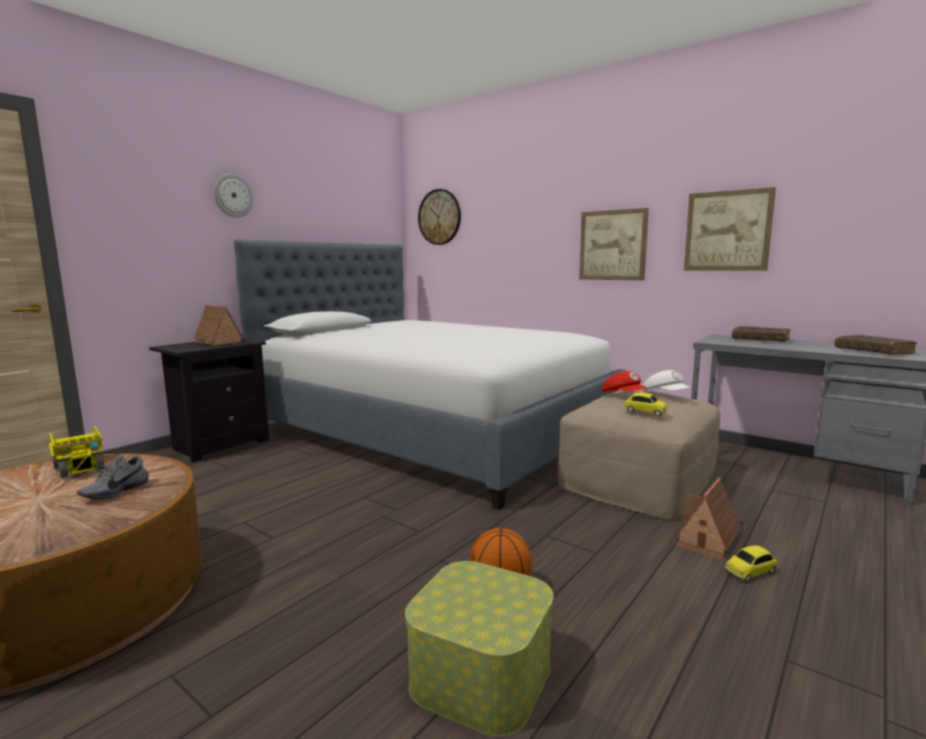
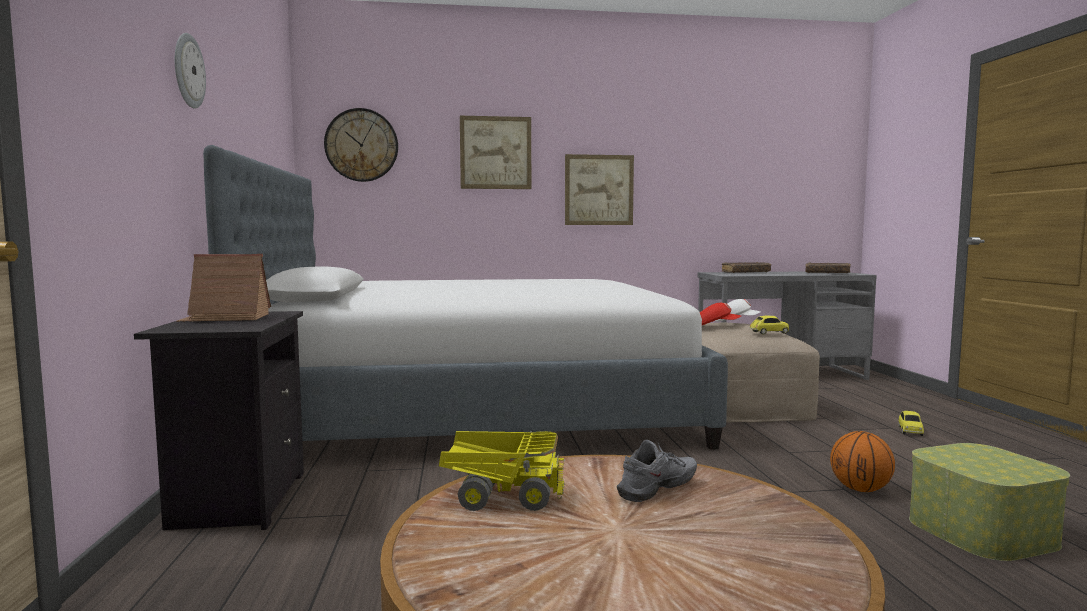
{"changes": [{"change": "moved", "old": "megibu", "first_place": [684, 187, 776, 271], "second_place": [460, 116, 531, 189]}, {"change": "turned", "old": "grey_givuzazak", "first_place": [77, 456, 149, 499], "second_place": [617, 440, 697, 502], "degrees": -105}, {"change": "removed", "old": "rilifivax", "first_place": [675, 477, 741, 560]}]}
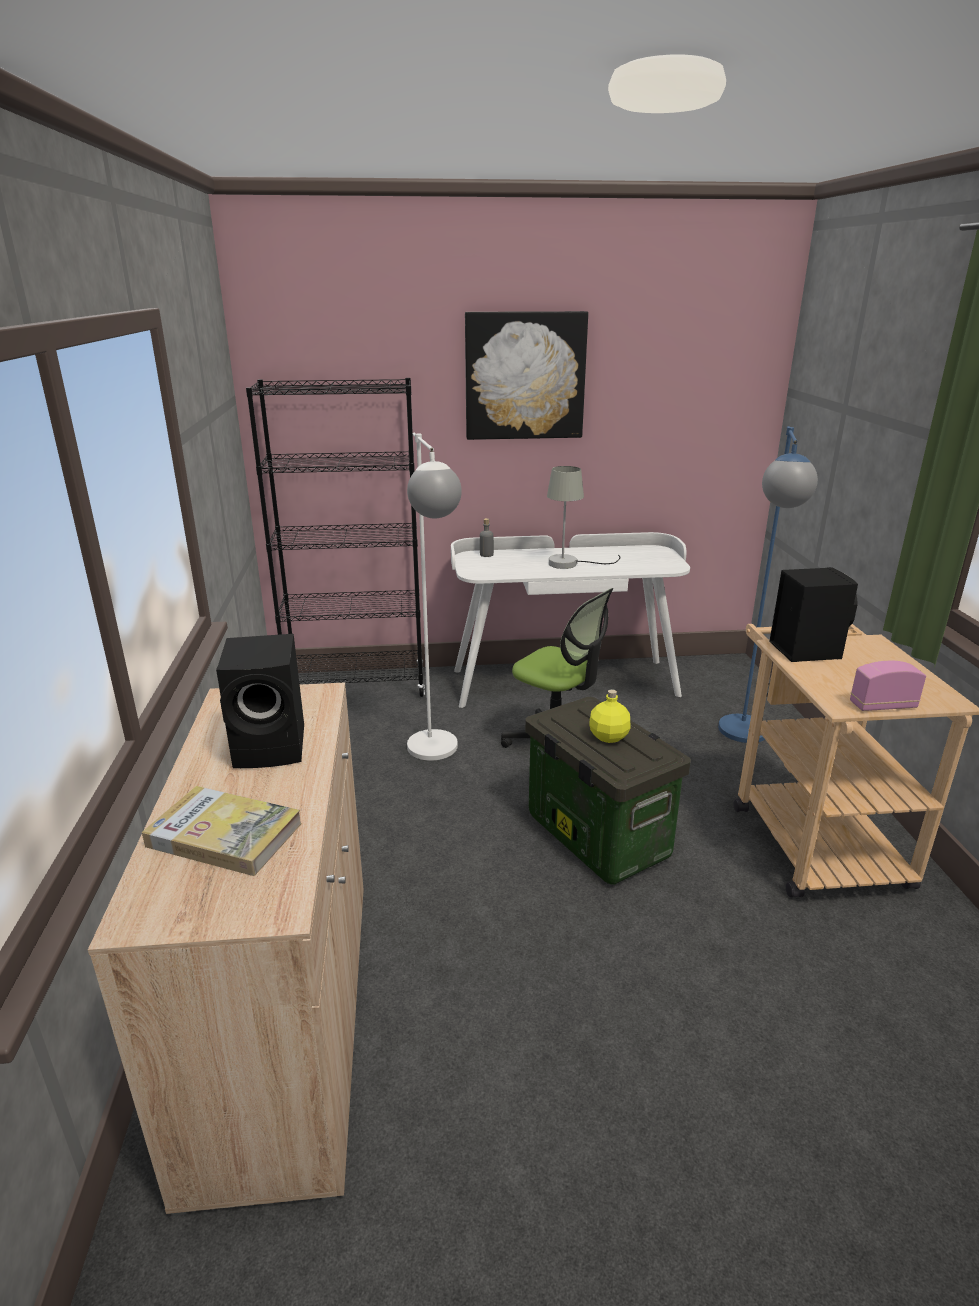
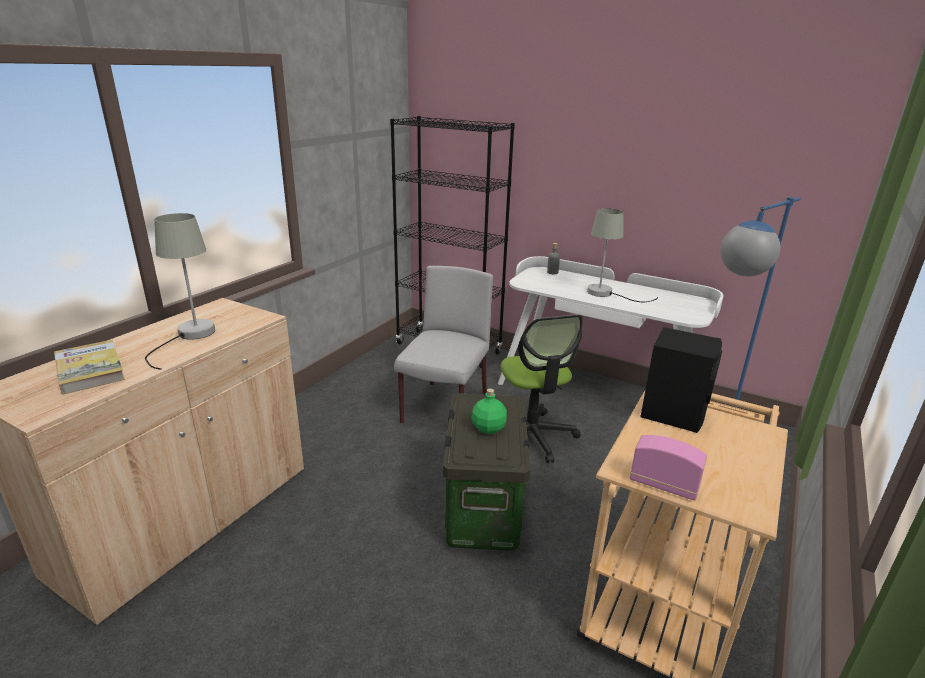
{"changes": [{"change": "removed", "old": "megibu", "first_place": [465, 311, 588, 440]}, {"change": "replaced", "old": "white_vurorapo", "new": "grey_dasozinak", "first_place": [407, 433, 462, 761], "second_place": [394, 266, 493, 424]}, {"change": "replaced", "old": "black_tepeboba", "new": "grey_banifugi", "first_place": [216, 634, 304, 768], "second_place": [145, 213, 215, 370]}, {"change": "recoloured", "old": "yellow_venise", "new": "green_venise", "first_place": [589, 689, 631, 743], "second_place": [471, 388, 507, 434]}]}
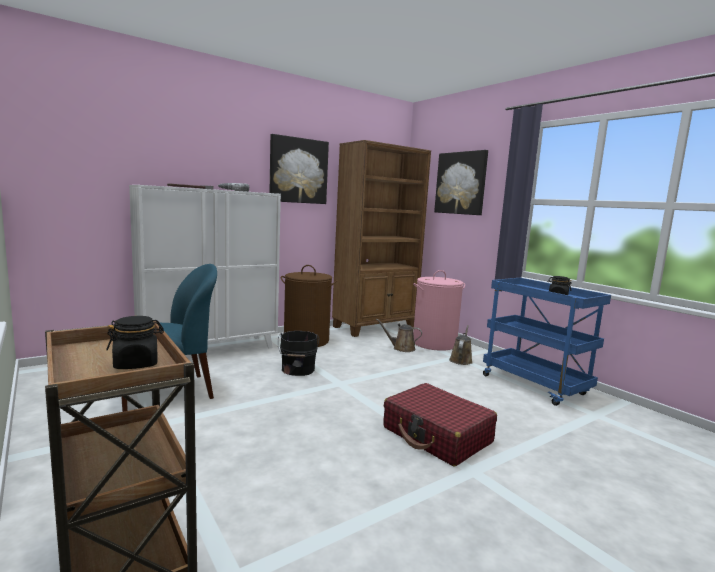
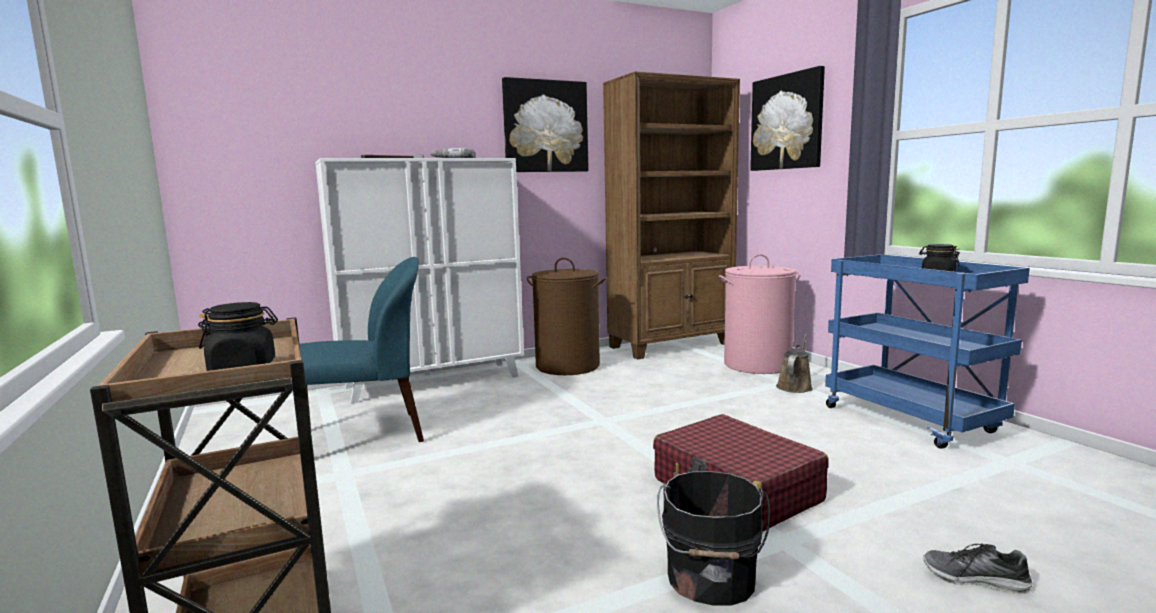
{"changes": [{"change": "removed", "old": "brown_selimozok", "first_place": [376, 319, 422, 352]}, {"change": "moved", "old": "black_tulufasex", "first_place": [278, 331, 319, 376], "second_place": [657, 471, 771, 606]}, {"change": "added", "new": "givuzazak", "second_place": [923, 544, 1033, 594]}]}
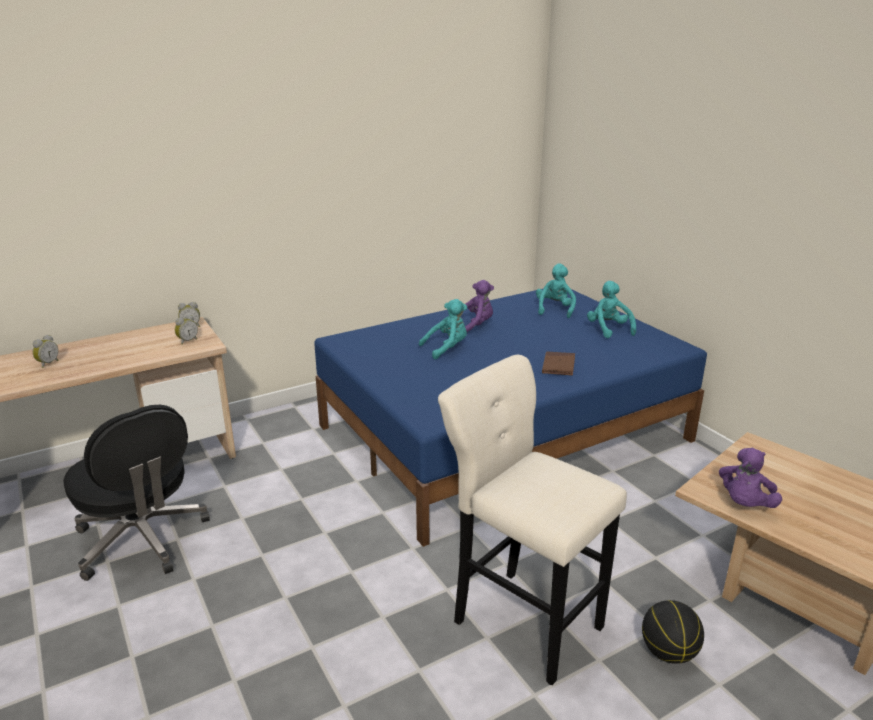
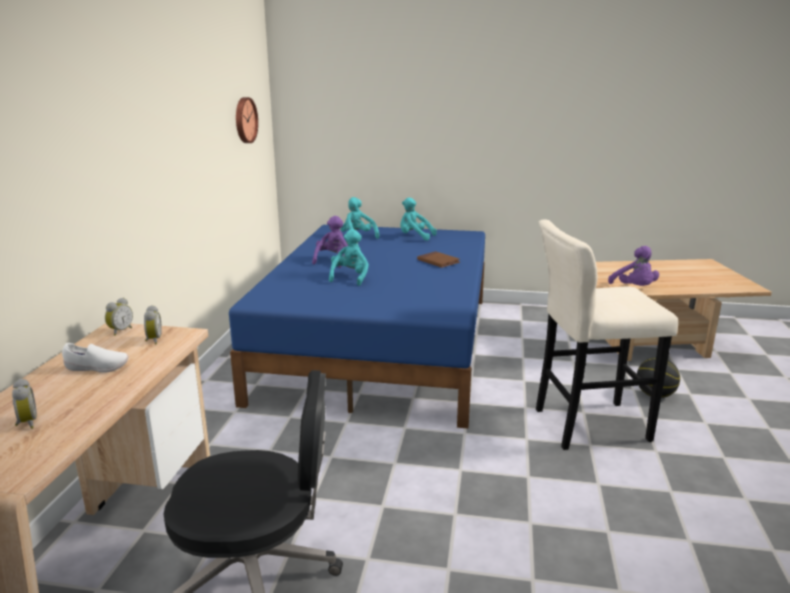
{"changes": [{"change": "added", "new": "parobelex", "second_place": [236, 97, 258, 143]}, {"change": "added", "new": "white_givuzazak", "second_place": [62, 343, 128, 373]}]}
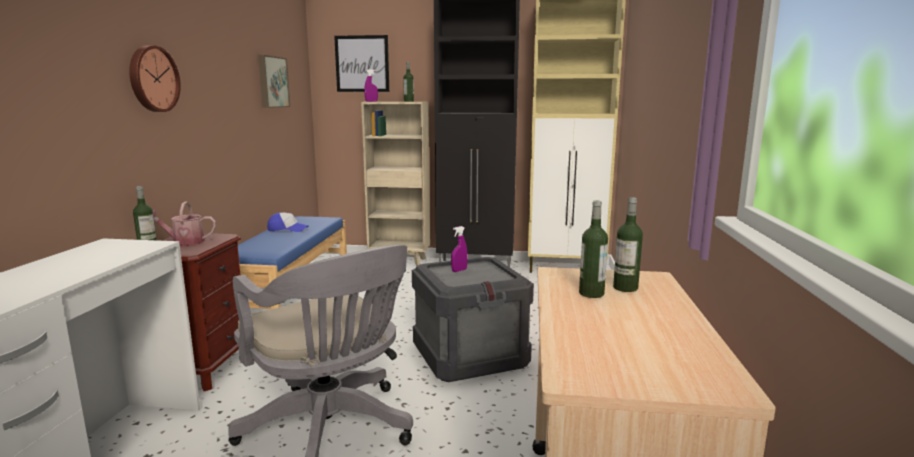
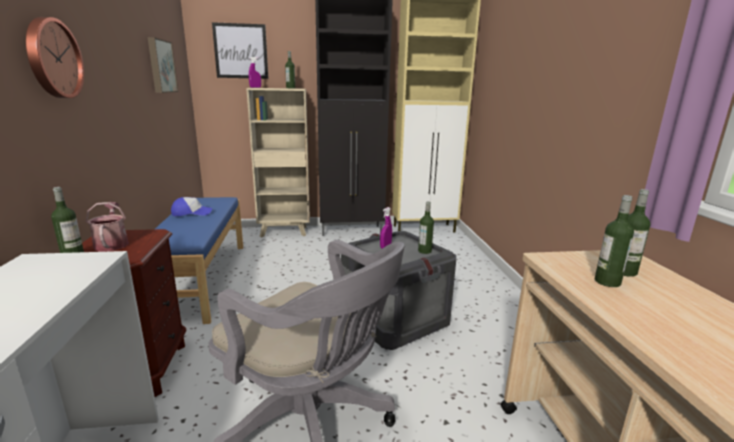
{"changes": [{"change": "turned", "old": "selimozok", "first_place": [153, 201, 216, 246], "second_place": [85, 202, 129, 252], "degrees": 90}, {"change": "added", "new": "venise", "second_place": [418, 201, 434, 254]}]}
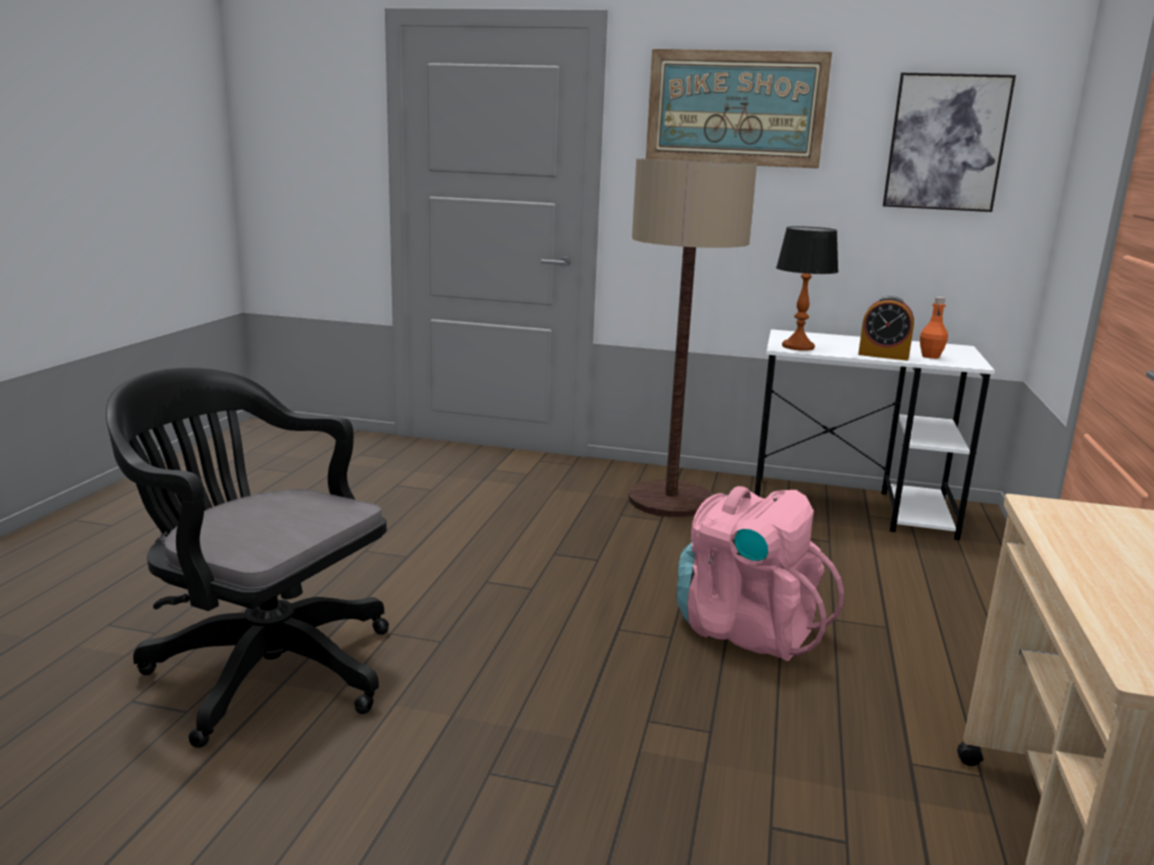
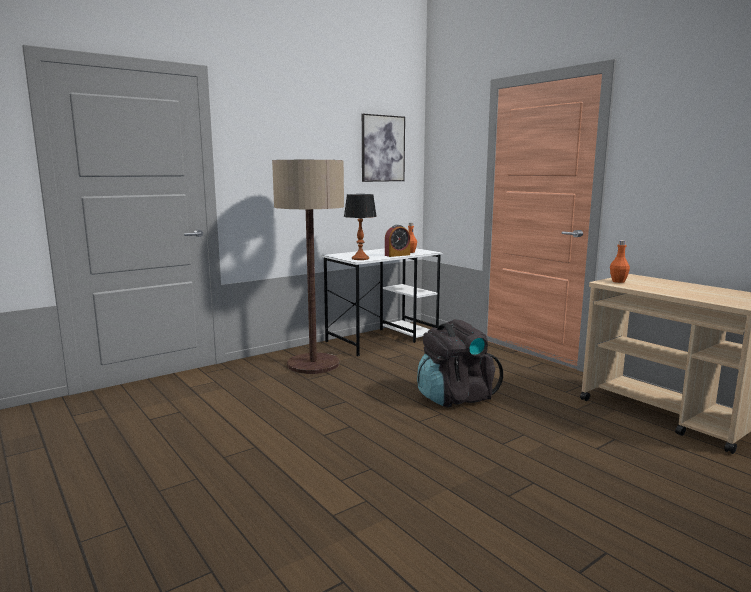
{"changes": [{"change": "removed", "old": "megibu", "first_place": [646, 49, 832, 169]}, {"change": "removed", "old": "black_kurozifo", "first_place": [106, 367, 389, 748]}, {"change": "recoloured", "old": "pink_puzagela", "new": "black_puzagela", "first_place": [677, 486, 844, 661], "second_place": [417, 319, 503, 407]}, {"change": "added", "new": "orange_venise", "second_place": [610, 240, 630, 283]}]}
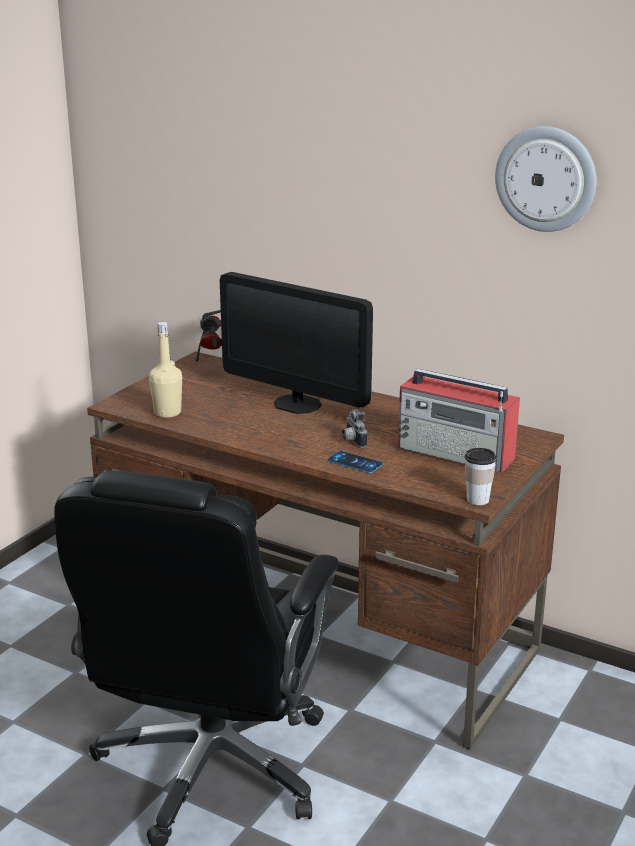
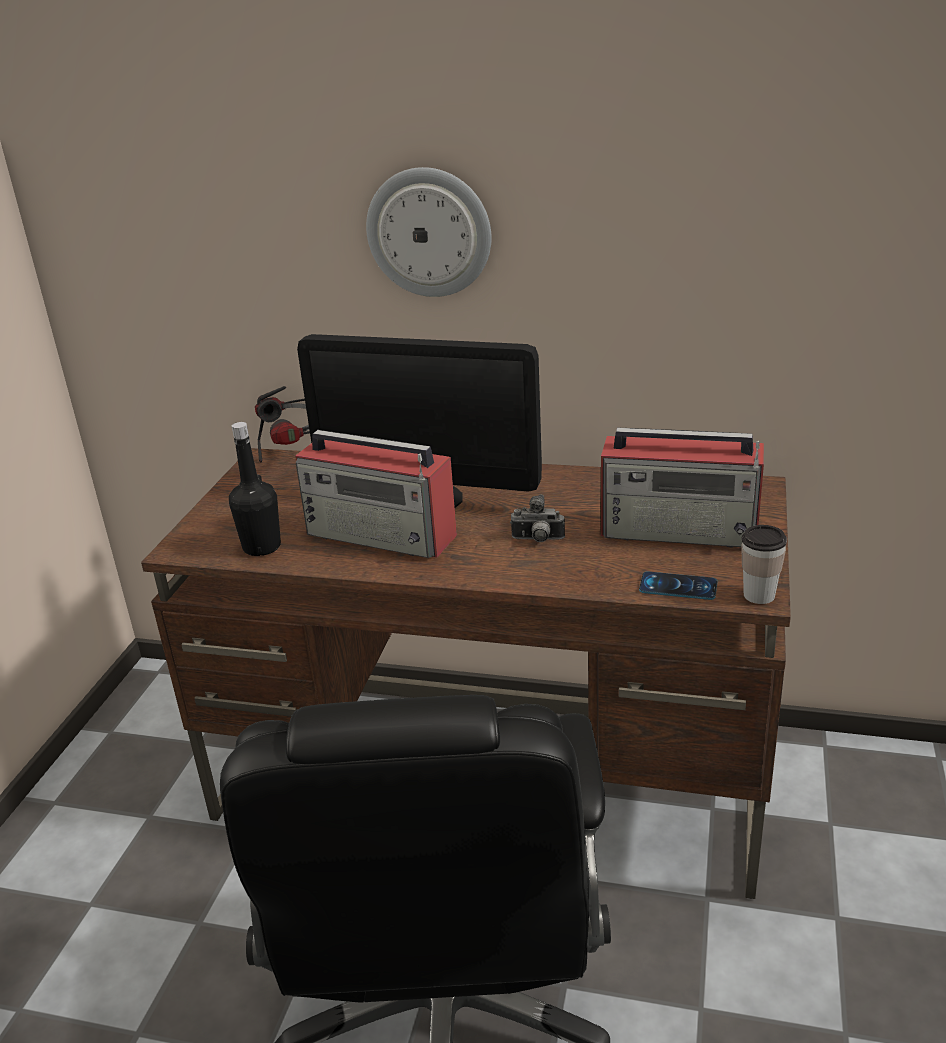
{"changes": [{"change": "moved", "old": "parobelex", "first_place": [495, 126, 596, 232], "second_place": [366, 167, 492, 297]}, {"change": "recoloured", "old": "beige_venise", "new": "black_venise", "first_place": [149, 322, 182, 418], "second_place": [229, 422, 281, 556]}, {"change": "turned", "old": "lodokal", "first_place": [342, 409, 367, 448], "second_place": [510, 494, 565, 542], "degrees": -45}, {"change": "moved", "old": "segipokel", "first_place": [328, 451, 383, 473], "second_place": [639, 572, 718, 600]}, {"change": "added", "new": "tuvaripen", "second_place": [295, 430, 457, 558]}]}
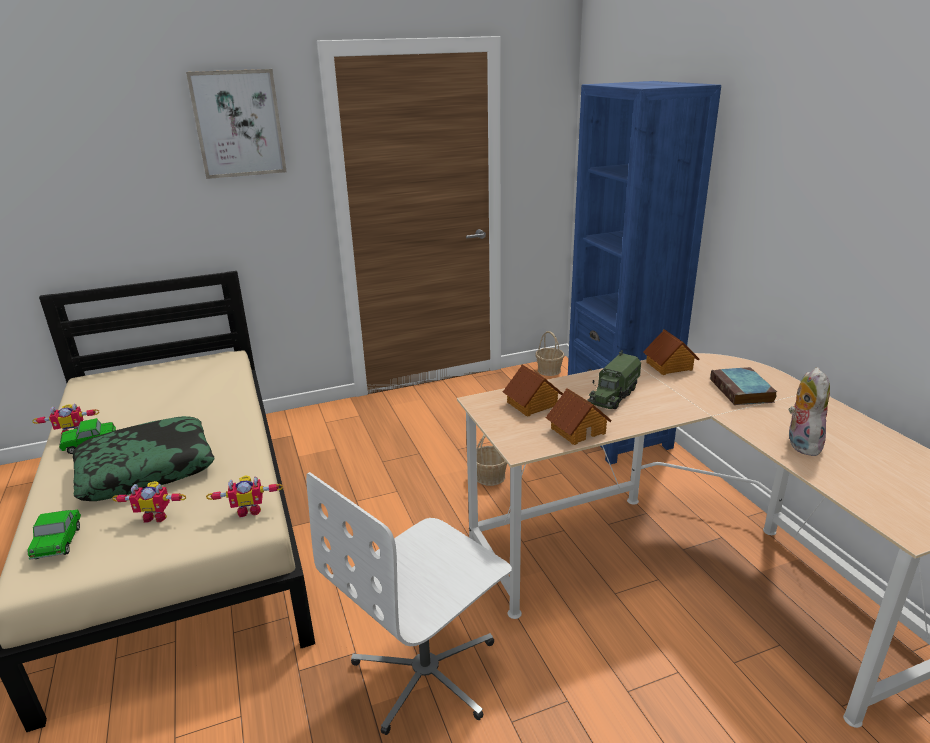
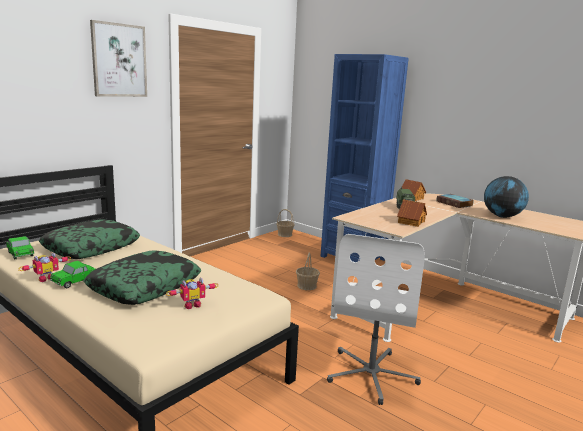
{"changes": [{"change": "removed", "old": "rilifivax", "first_place": [503, 365, 563, 417]}, {"change": "replaced", "old": "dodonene", "new": "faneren", "first_place": [788, 367, 830, 457], "second_place": [484, 176, 529, 218]}, {"change": "removed", "old": "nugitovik", "first_place": [206, 476, 283, 517]}, {"change": "moved", "old": "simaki", "first_place": [27, 510, 81, 559], "second_place": [6, 236, 34, 260]}, {"change": "added", "new": "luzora", "second_place": [39, 219, 140, 259]}]}
